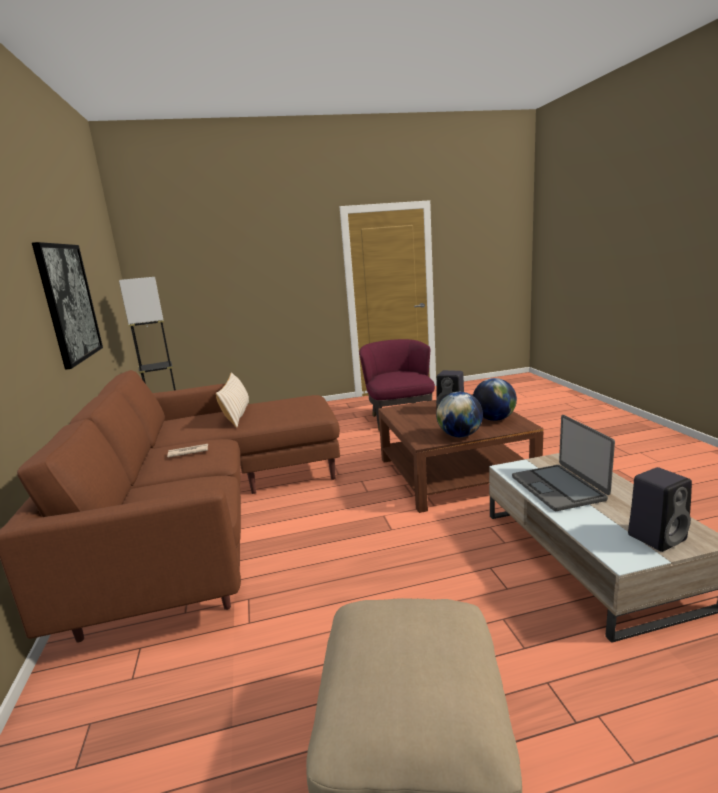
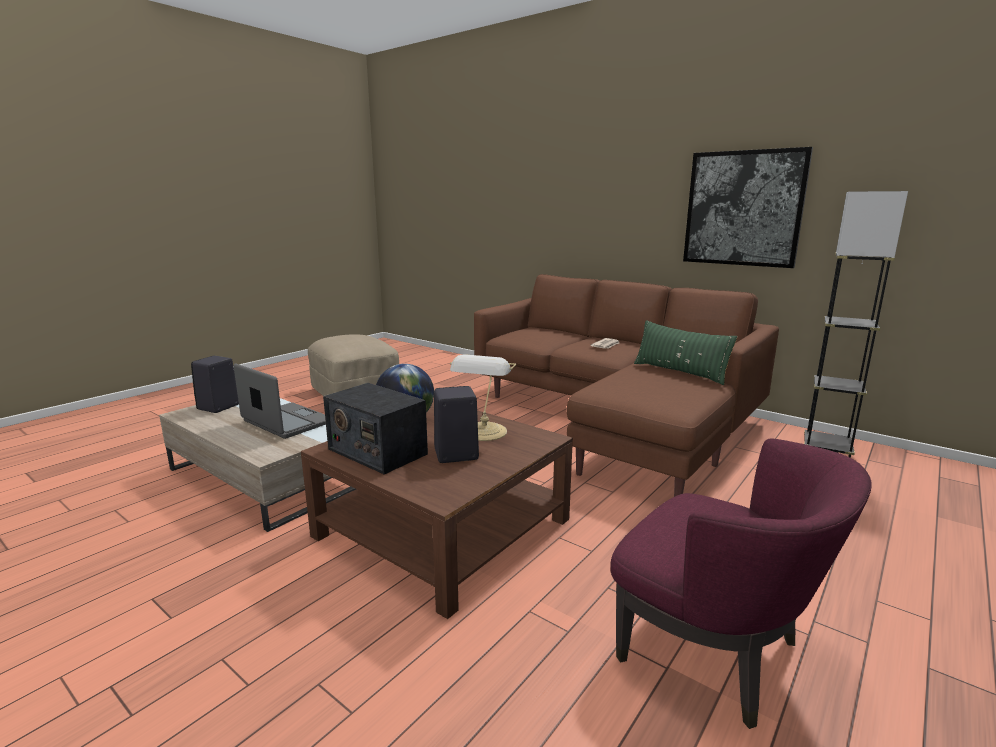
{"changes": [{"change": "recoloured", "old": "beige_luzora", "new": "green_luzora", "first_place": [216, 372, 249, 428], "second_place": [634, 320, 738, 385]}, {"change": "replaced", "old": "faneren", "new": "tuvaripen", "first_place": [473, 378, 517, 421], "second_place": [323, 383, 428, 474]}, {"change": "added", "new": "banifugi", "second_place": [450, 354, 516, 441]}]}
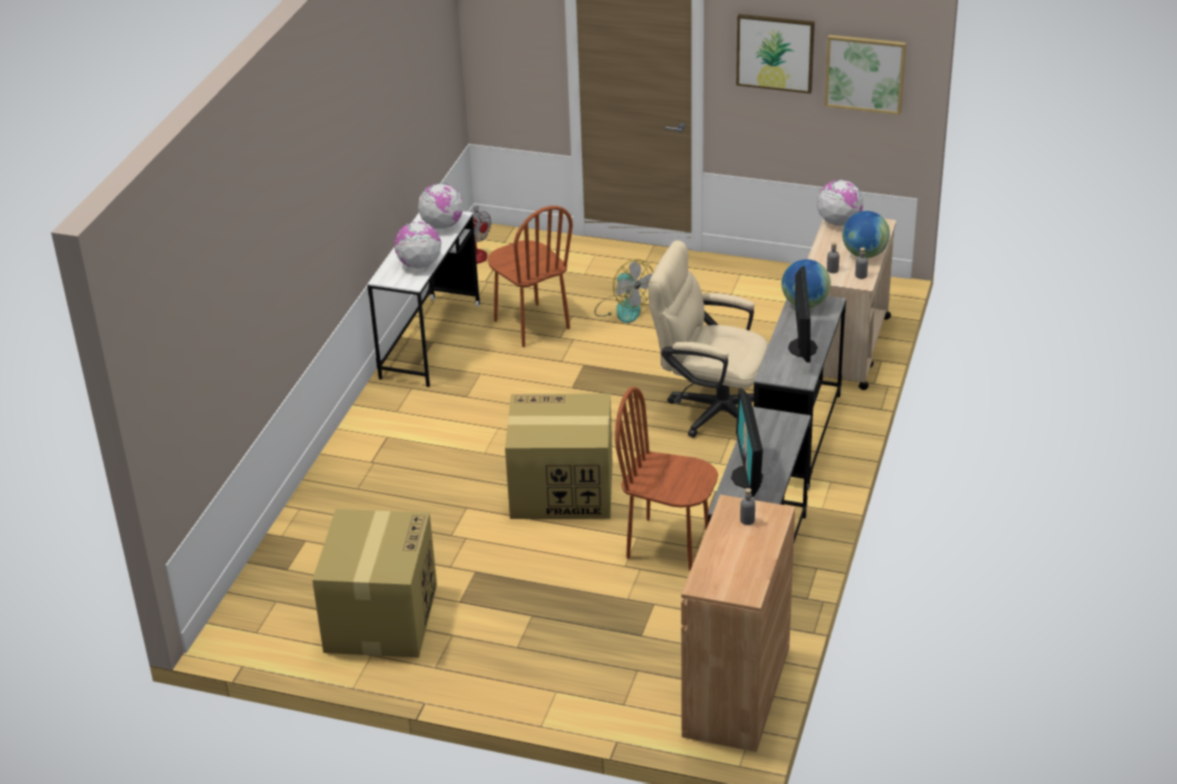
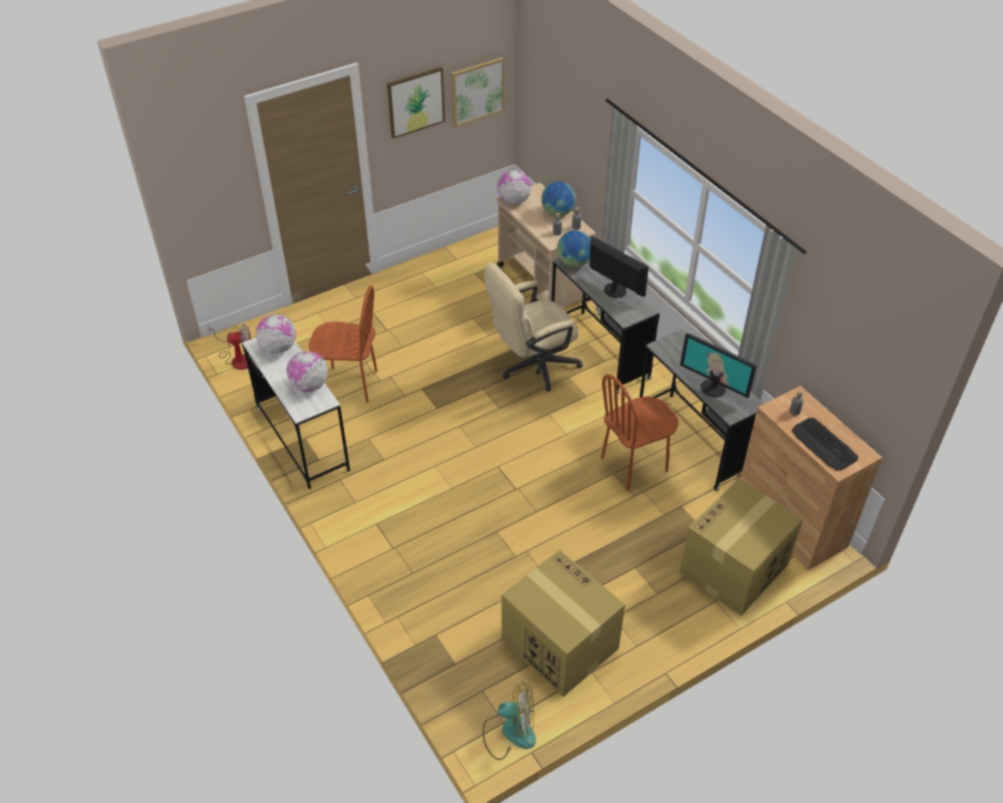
{"changes": [{"change": "moved", "old": "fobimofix", "first_place": [594, 259, 654, 323], "second_place": [483, 682, 536, 760]}, {"change": "moved", "old": "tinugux", "first_place": [505, 393, 613, 519], "second_place": [679, 479, 803, 616]}, {"change": "added", "new": "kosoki", "second_place": [792, 418, 858, 471]}]}
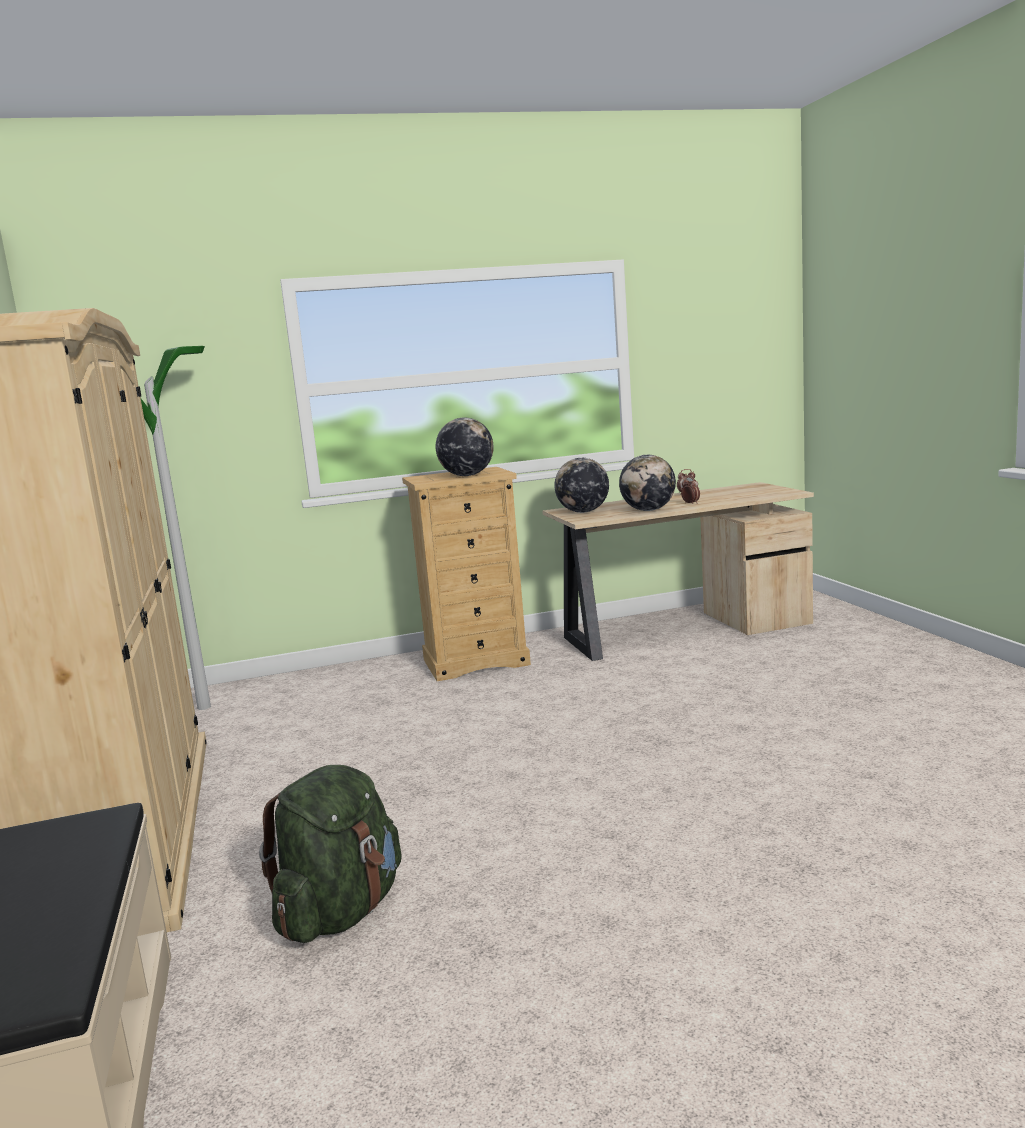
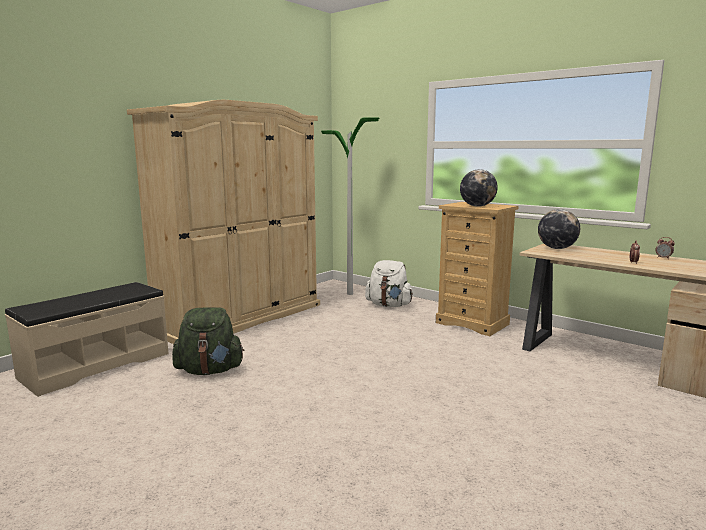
{"changes": [{"change": "removed", "old": "faneren", "first_place": [619, 455, 676, 511]}, {"change": "added", "new": "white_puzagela", "second_place": [365, 260, 413, 307]}]}
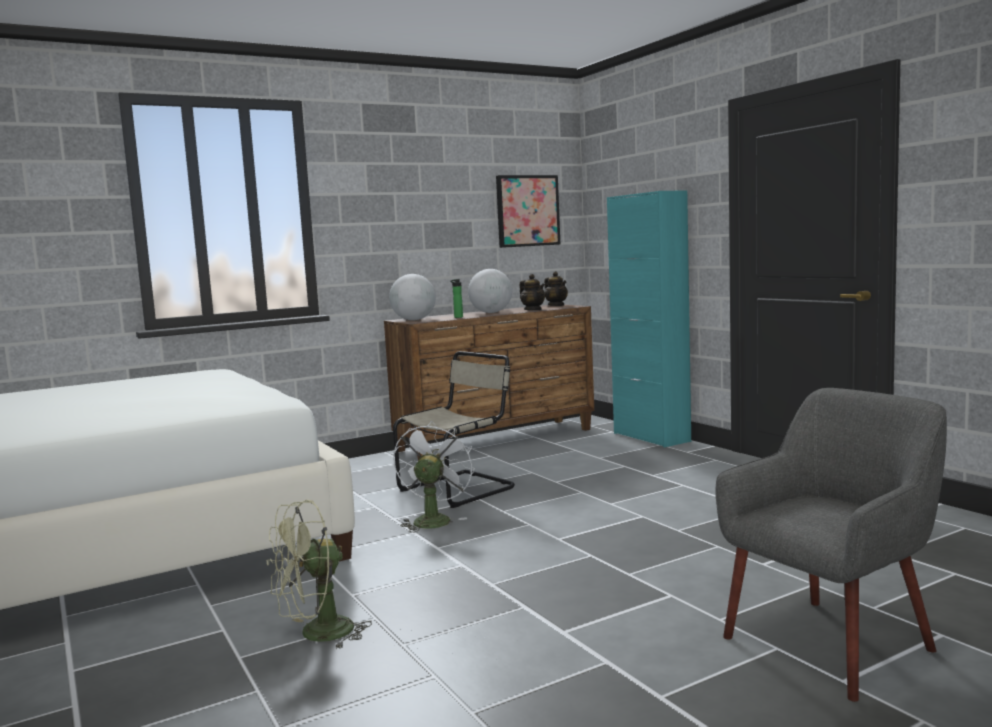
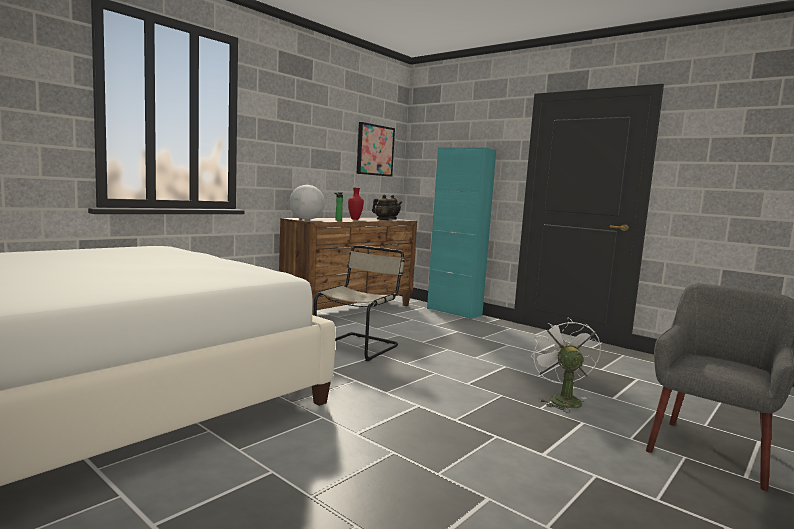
{"changes": [{"change": "replaced", "old": "faneren", "new": "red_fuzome", "first_place": [468, 269, 512, 313], "second_place": [348, 187, 364, 220]}, {"change": "moved", "old": "white_fobimofix", "first_place": [393, 421, 475, 532], "second_place": [531, 318, 601, 413]}, {"change": "removed", "old": "green_fobimofix", "first_place": [267, 500, 372, 649]}]}
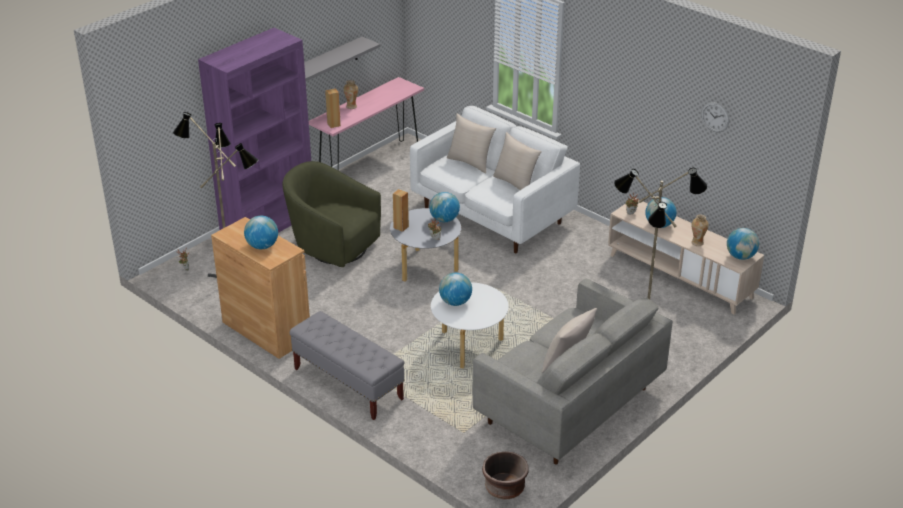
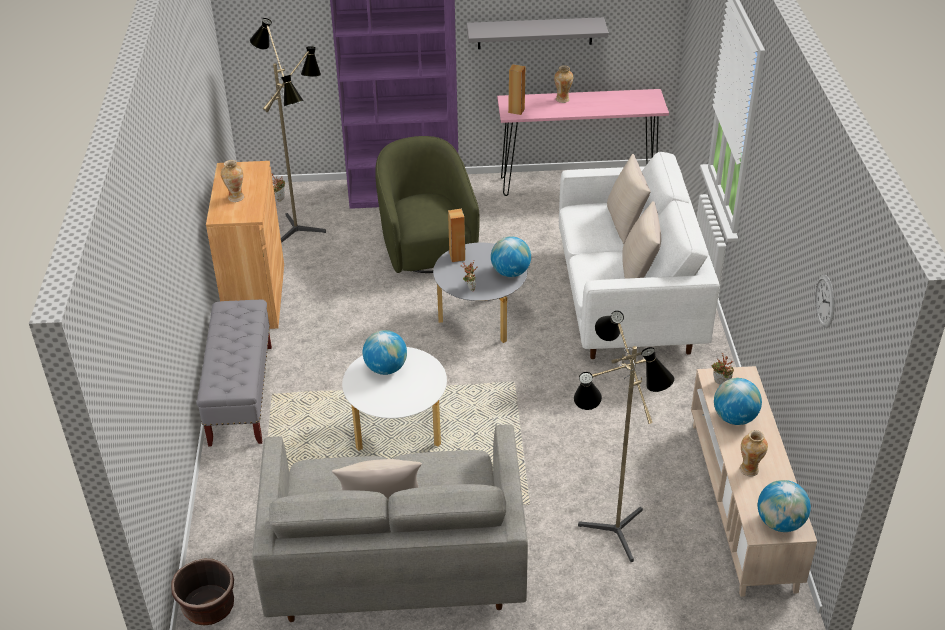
{"changes": [{"change": "replaced", "old": "faneren", "new": "fuzome", "first_place": [244, 216, 278, 249], "second_place": [221, 160, 244, 202]}]}
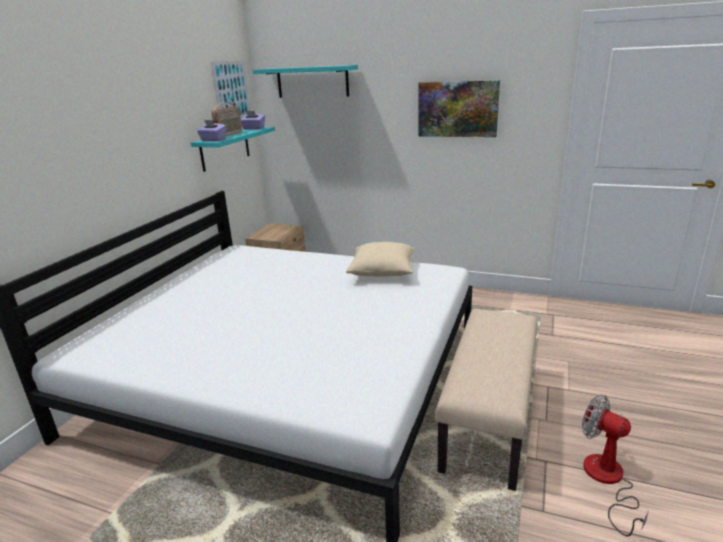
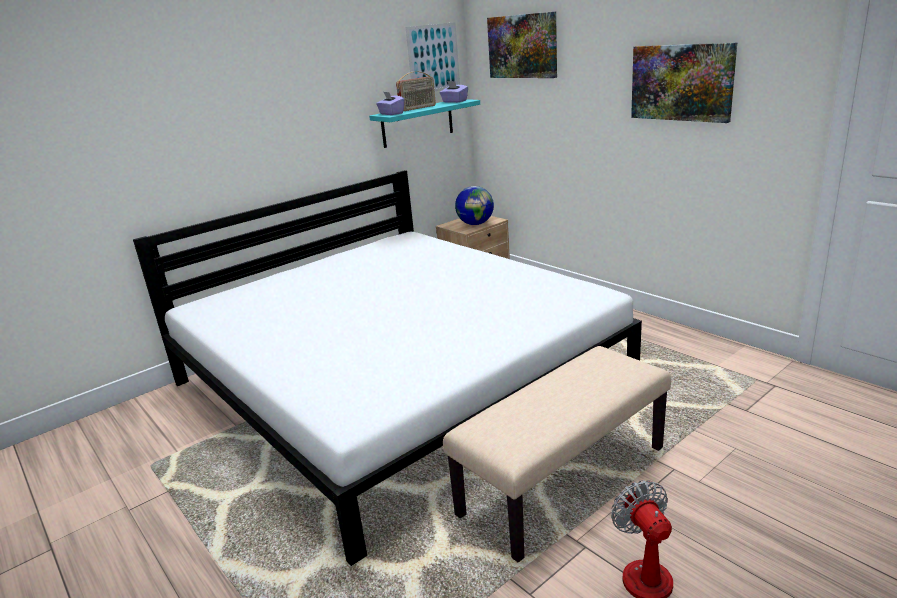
{"changes": [{"change": "replaced", "old": "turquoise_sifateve", "new": "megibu", "first_place": [253, 65, 358, 98], "second_place": [487, 12, 557, 78]}, {"change": "removed", "old": "beige_luzora", "first_place": [346, 242, 415, 277]}, {"change": "added", "new": "faneren", "second_place": [455, 186, 494, 225]}]}
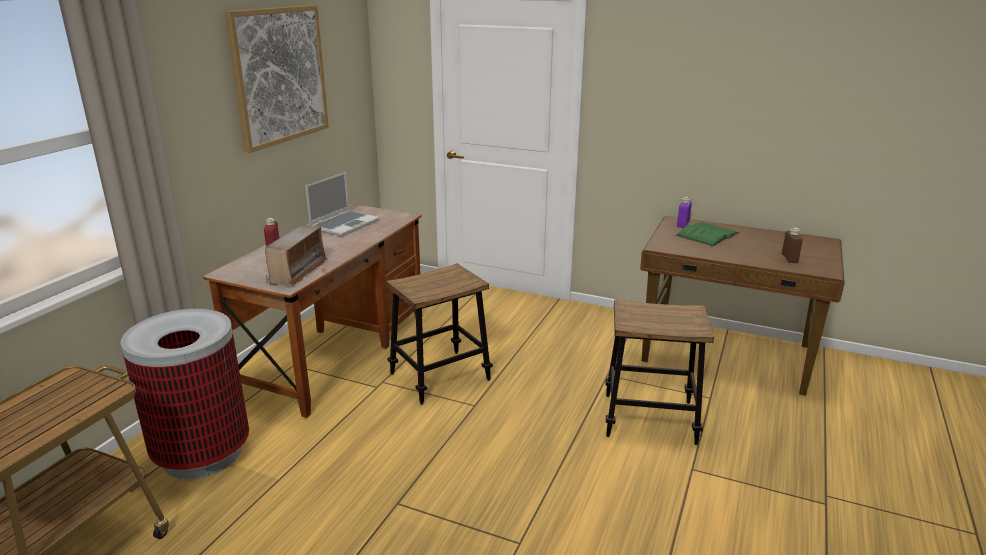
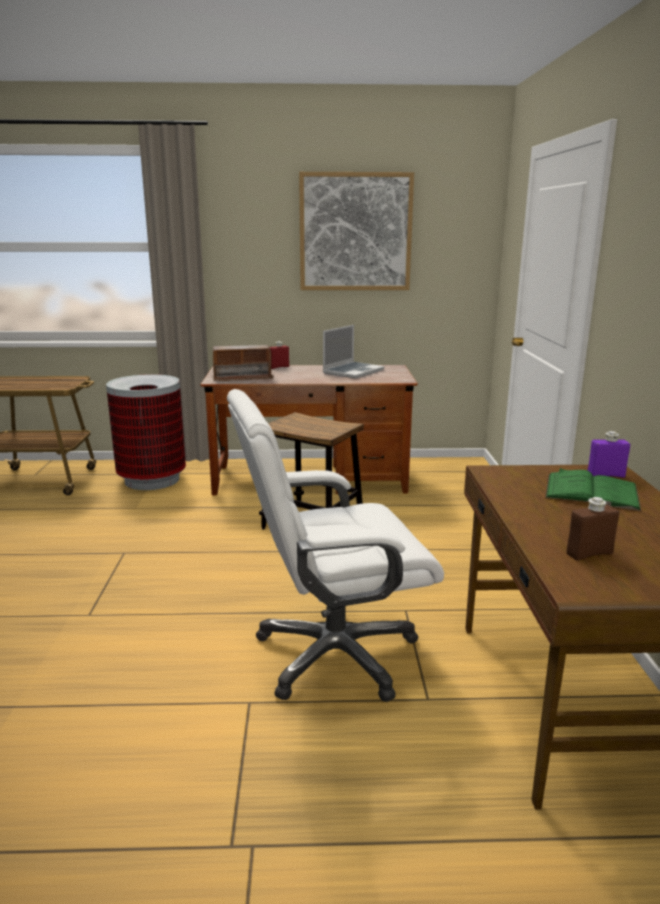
{"changes": [{"change": "turned", "old": "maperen", "first_place": [305, 172, 379, 237], "second_place": [323, 325, 384, 379], "degrees": -60}, {"change": "replaced", "old": "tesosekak", "new": "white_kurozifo", "first_place": [606, 299, 714, 445], "second_place": [227, 389, 444, 702]}]}
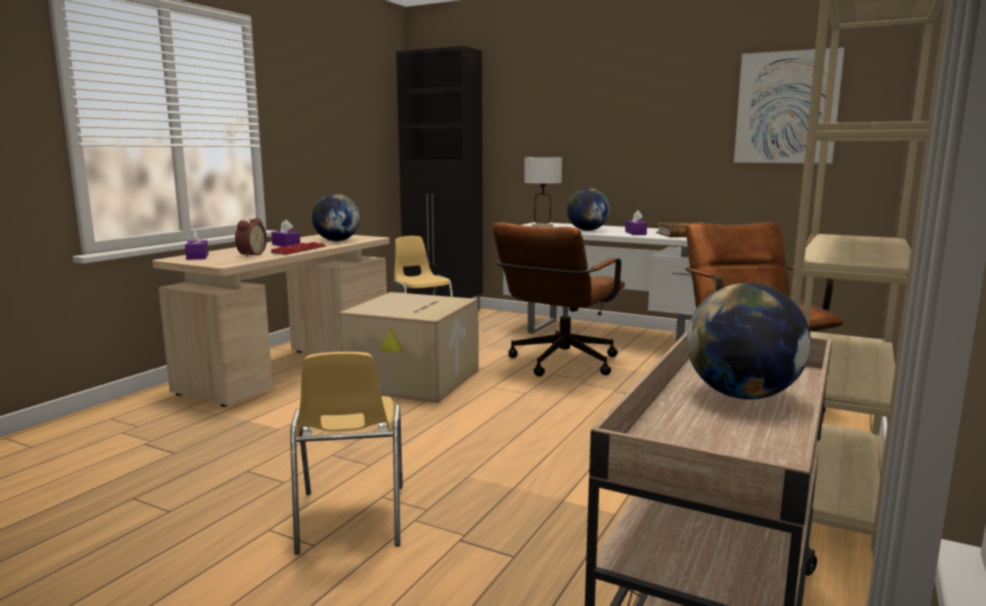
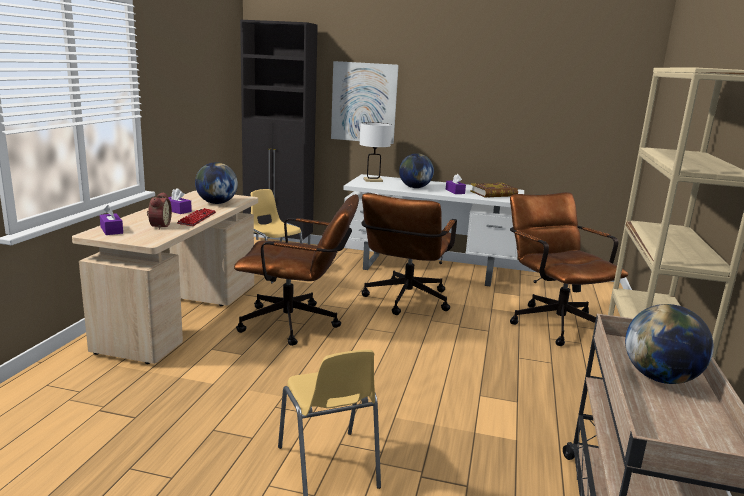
{"changes": [{"change": "moved", "old": "megibu", "first_place": [734, 47, 845, 163], "second_place": [331, 61, 399, 144]}, {"change": "replaced", "old": "tinugux", "new": "brown_kurozifo", "first_place": [338, 292, 479, 403], "second_place": [234, 194, 359, 346]}]}
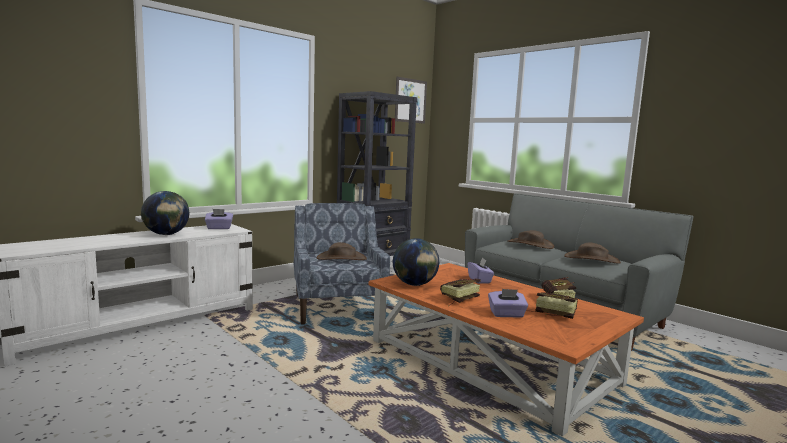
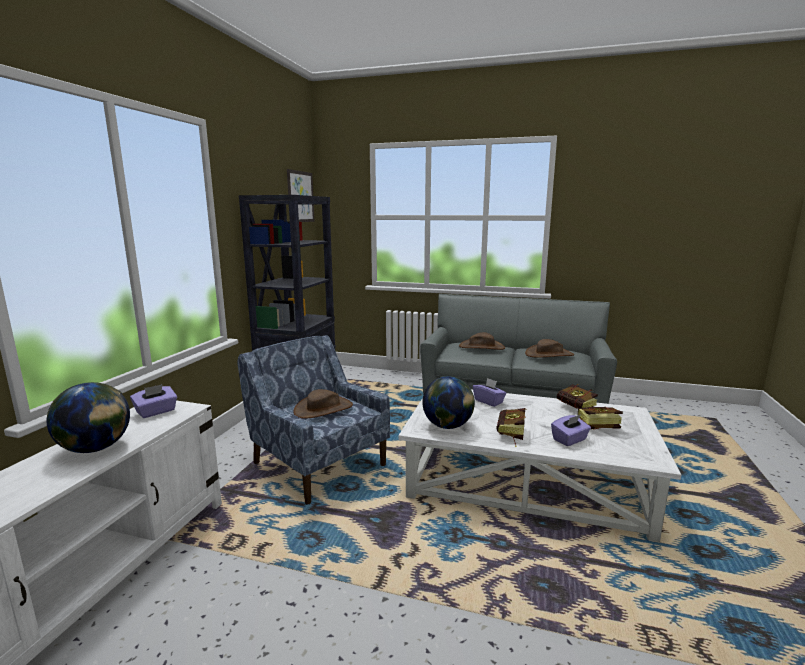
{"changes": [{"change": "recoloured", "old": "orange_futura", "new": "white_futura", "first_place": [369, 263, 644, 436], "second_place": [398, 389, 681, 542]}]}
